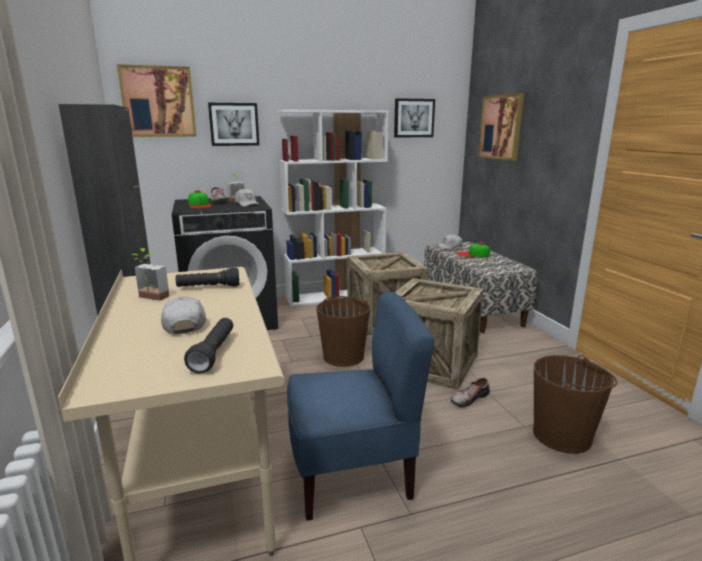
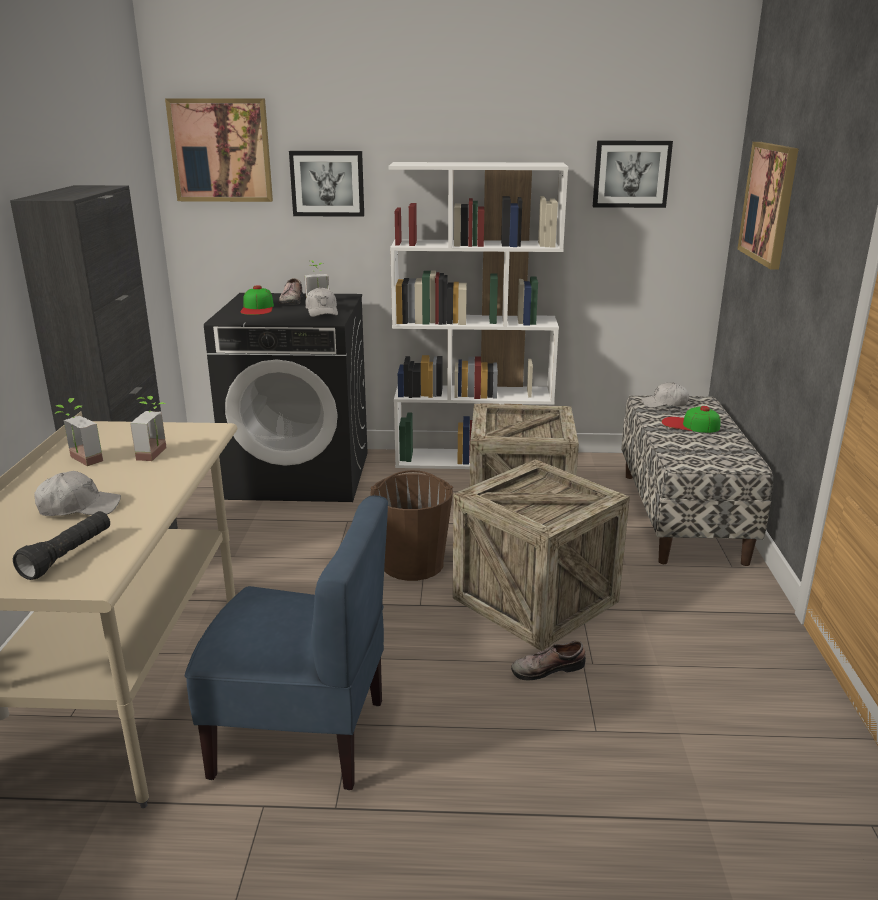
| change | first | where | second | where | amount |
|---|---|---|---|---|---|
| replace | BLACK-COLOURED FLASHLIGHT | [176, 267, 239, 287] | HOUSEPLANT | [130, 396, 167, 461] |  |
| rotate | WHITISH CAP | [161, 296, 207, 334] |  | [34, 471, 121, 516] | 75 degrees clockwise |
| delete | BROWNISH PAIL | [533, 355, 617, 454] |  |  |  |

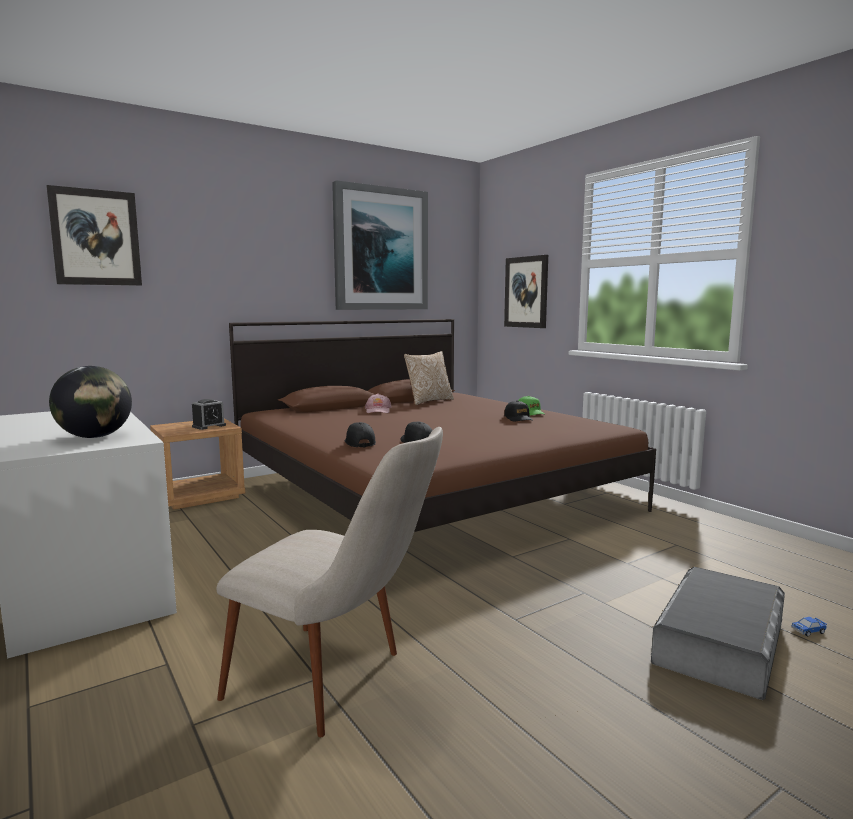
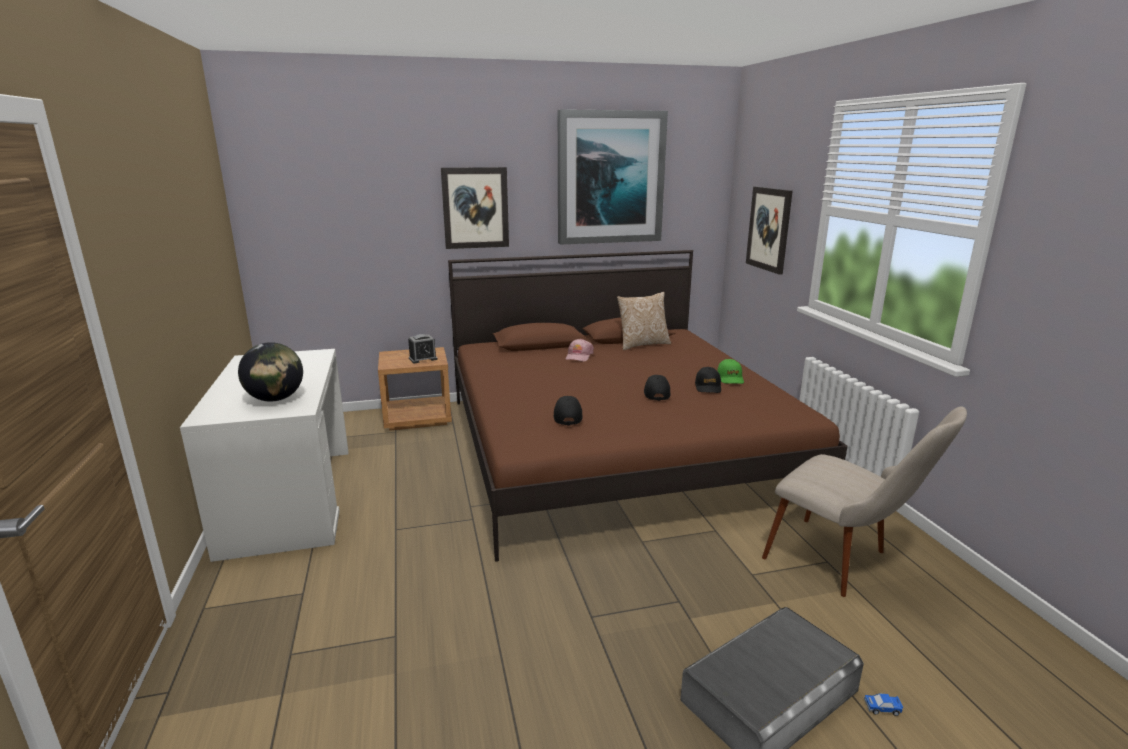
| change | first | where | second | where | amount |
|---|---|---|---|---|---|
| move | WALL PICTURE | [46, 185, 142, 286] |  | [441, 167, 509, 249] |  |
| move | BLACK-COLOURED CAP | [345, 422, 376, 447] |  | [644, 375, 670, 401] |  |
| move | BEIGE-COLOURED CHAIR | [216, 427, 443, 737] |  | [762, 407, 967, 597] |  |

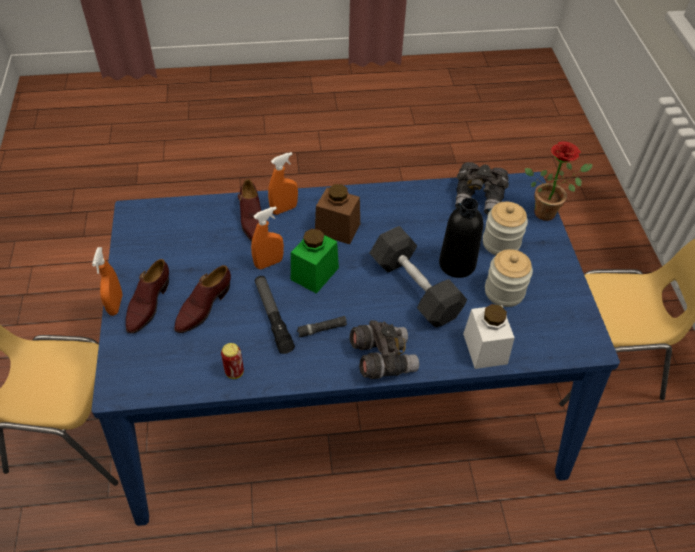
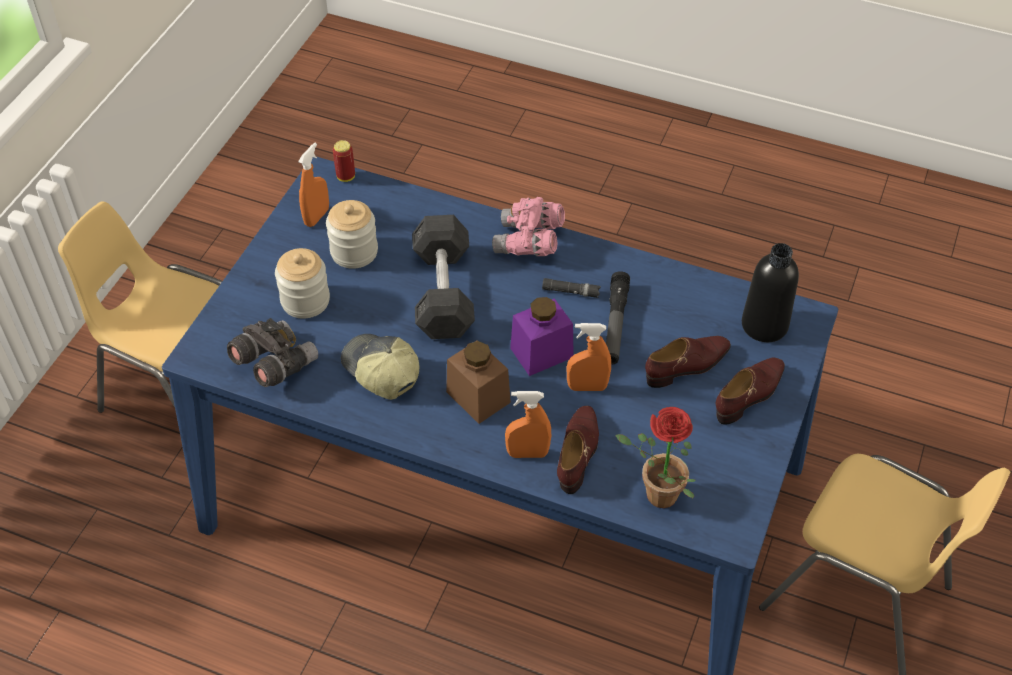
| change | first | where | second | where | amount |
|---|---|---|---|---|---|
| move | HOUSEPLANT | [525, 141, 593, 221] |  | [615, 407, 695, 508] |  |
| move | BLACK-COLOURED BEVERAGE BOTTLE | [439, 198, 483, 278] |  | [742, 243, 799, 342] |  |
| recolor | GREEN-COLOURED STORAGE JAR | [291, 229, 339, 294] | PURPLE STORAGE JAR | [510, 297, 574, 376] |  |
| move | ORANGE-COLOURED SPRAYER | [92, 247, 122, 316] |  | [298, 143, 329, 227] |  |
| delete | WHITISH STORAGE JAR | [463, 304, 515, 369] |  |  |  |
| recolor | GREYISH PAIR OF BINOCULARS | [350, 320, 419, 379] | PINK PAIR OF BINOCULARS | [492, 197, 565, 256] |  |
| move | SEALED CAN | [221, 343, 244, 379] |  | [333, 140, 355, 182] |  |
| insert |  |  | CAP | [341, 334, 419, 400] |  |

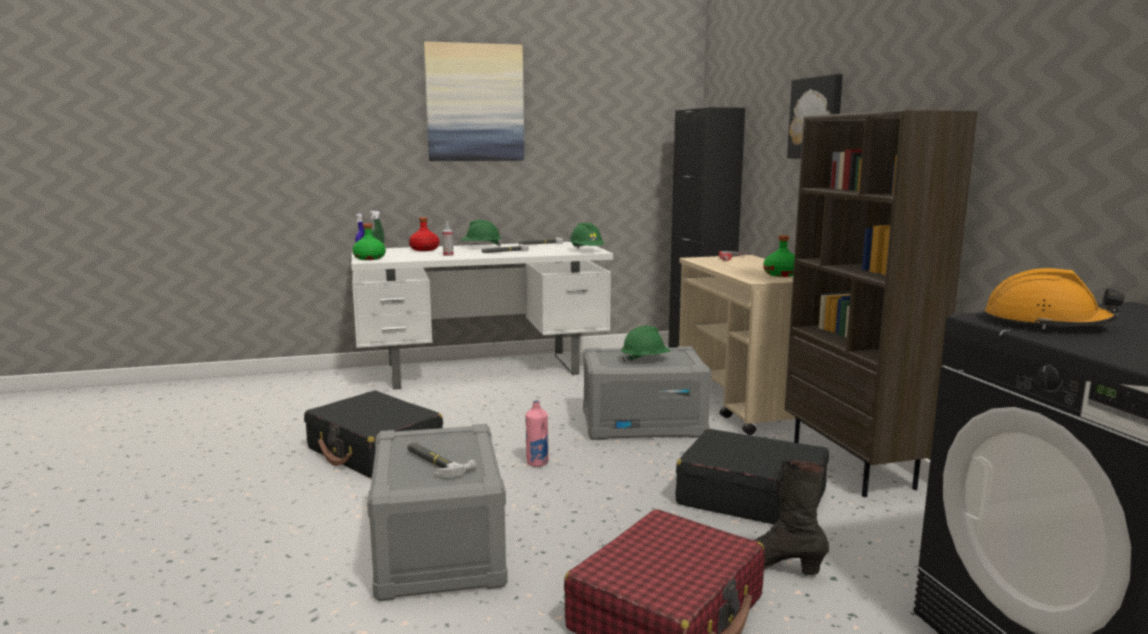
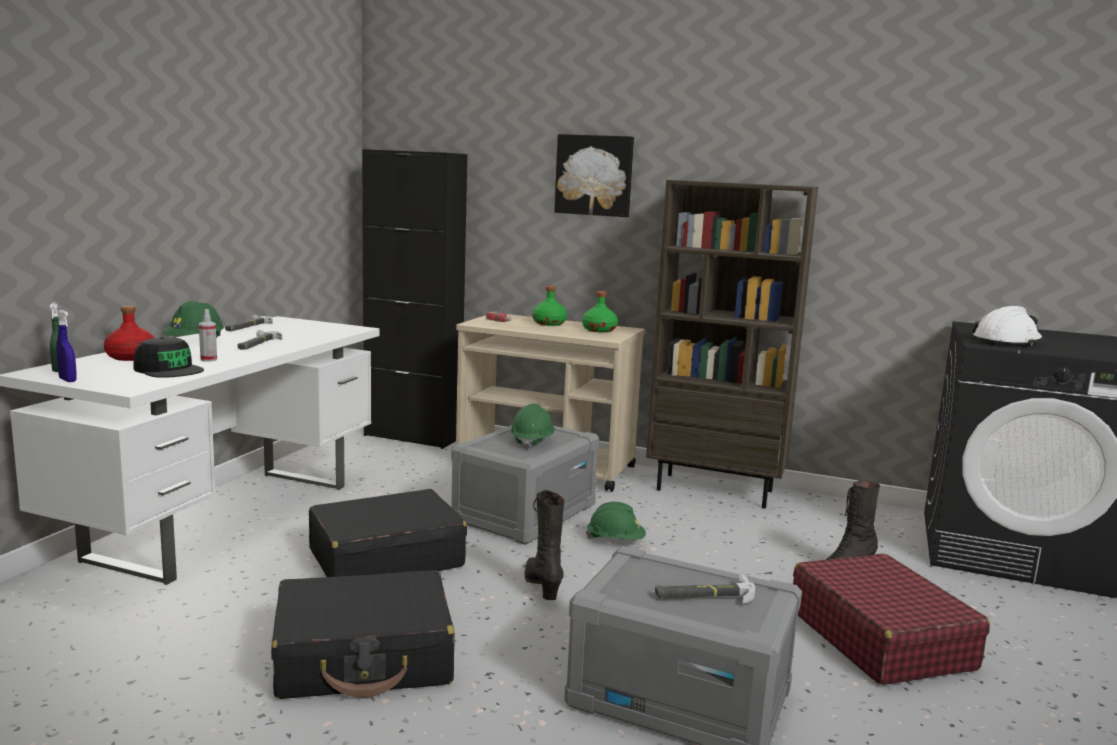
| change | first | where | second | where | amount |
|---|---|---|---|---|---|
| delete | WALL PICTURE | [424, 42, 524, 161] |  |  |  |
| move | GREEN-COLOURED WORK HELMET | [570, 222, 605, 248] |  | [586, 502, 646, 540] |  |
| move | GREEN-COLOURED BEVERAGE BOTTLE | [352, 223, 386, 260] |  | [532, 286, 567, 326] |  |
| recolor | ORANGE-COLOURED WORK HELMET | [985, 268, 1125, 329] | WHITISH WORK HELMET | [971, 306, 1044, 346] |  |
| replace | PINK BEVERAGE BOTTLE | [525, 400, 549, 467] | BLACK-COLOURED HIGH-TOP BOOT | [525, 490, 564, 600] |  |
| move | BLACK-COLOURED TRAVEL CASE | [675, 429, 829, 524] |  | [309, 489, 467, 577] |  |
| insert |  |  | BLACK-COLOURED CAP | [133, 337, 204, 378] |  |

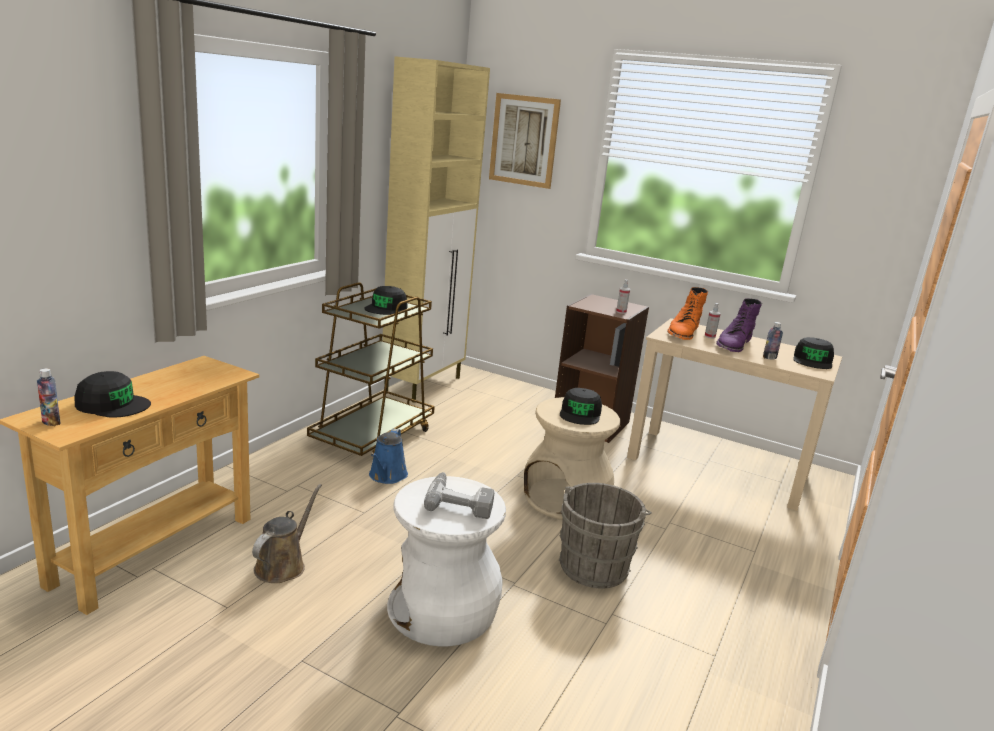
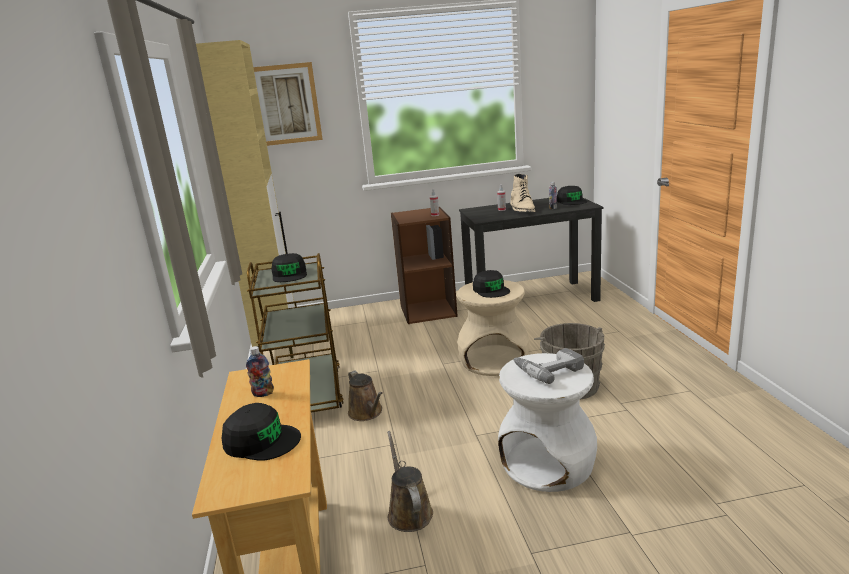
| change | first | where | second | where | amount |
|---|---|---|---|---|---|
| delete | ORANGE-COLOURED HIGH-TOP BOOT | [667, 287, 708, 340] |  |  |  |
| recolor | PURPLE HIGH-TOP BOOT | [716, 298, 762, 352] | BEIGE-COLOURED HIGH-TOP BOOT | [510, 174, 536, 212] |  |
| recolor | BEIGE-COLOURED DESK TABLE | [627, 318, 842, 511] | BLACK-COLOURED DESK TABLE | [459, 198, 603, 302] |  |
| move | BEVERAGE BOTTLE | [37, 368, 60, 426] |  | [246, 346, 274, 397] |  |
| rotate | BLACK-COLOURED CAP | [74, 371, 151, 418] |  | [222, 403, 301, 461] | 45 degrees clockwise |
| recolor | BLUE WATERING POT | [369, 429, 408, 484] | BROWNISH WATERING POT | [348, 370, 383, 421] |  |

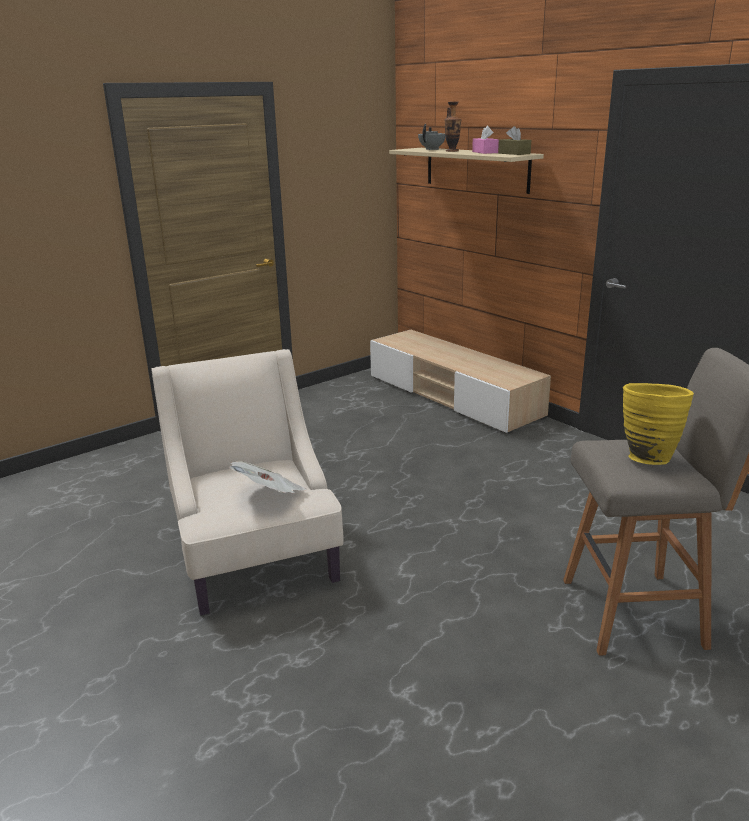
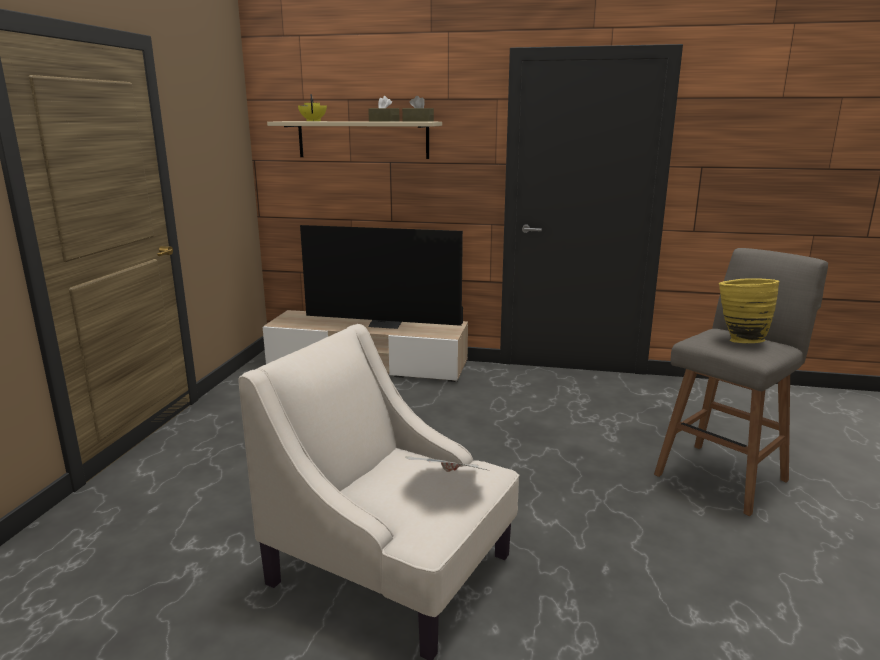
| change | first | where | second | where | amount |
|---|---|---|---|---|---|
| delete | VASE | [445, 101, 461, 152] |  |  |  |
| recolor | GREYISH TEA POT | [418, 124, 446, 150] | YELLOW TEA POT | [298, 94, 327, 121] |  |
| recolor | PINK TISSUE HOLDER | [472, 126, 499, 154] | BROWNISH TISSUE HOLDER | [368, 96, 399, 122] |  |
| insert |  |  | TELEVISION | [300, 225, 463, 329] |  |

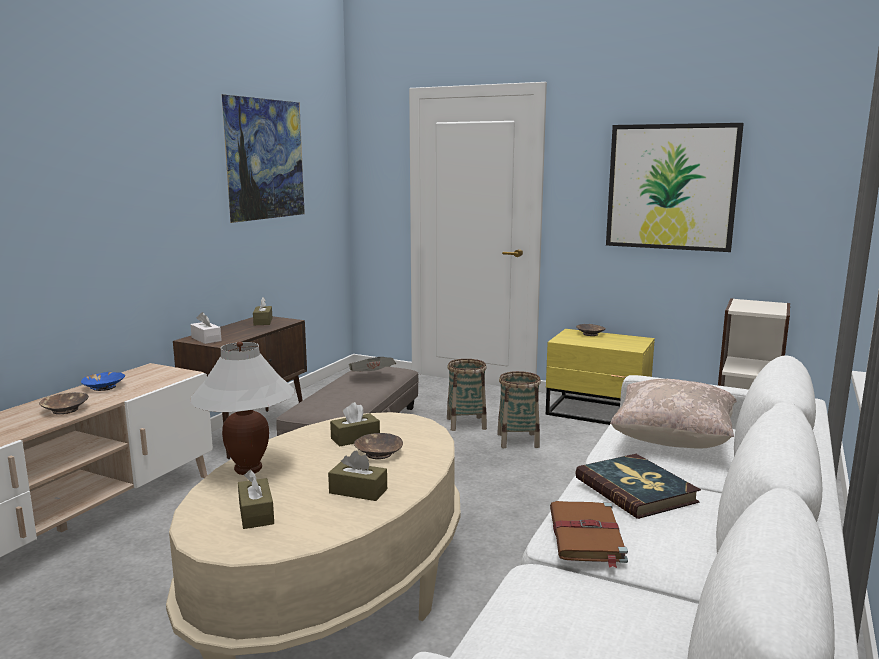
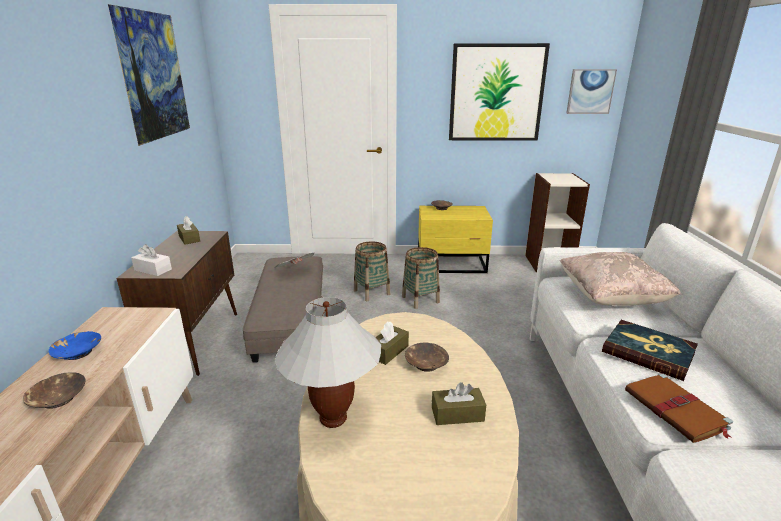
| change | first | where | second | where | amount |
|---|---|---|---|---|---|
| delete | BROWNISH TISSUE HOLDER | [238, 470, 274, 529] |  |  |  |
| insert |  |  | WALL PICTURE | [566, 69, 617, 114] |  |

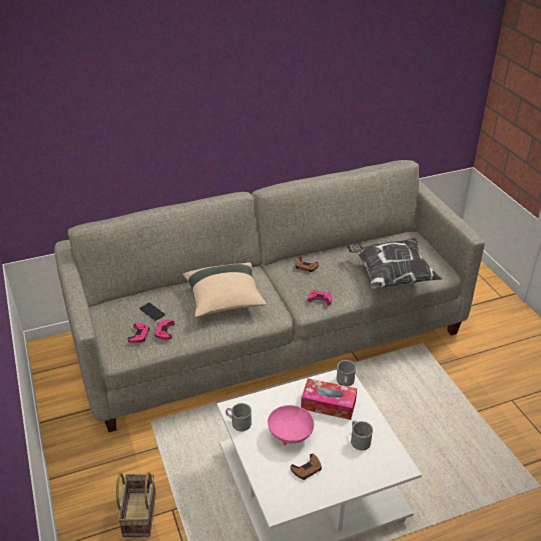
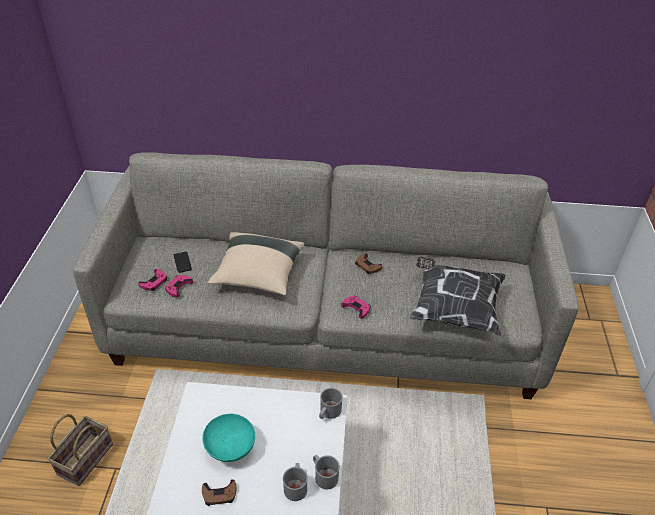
| change | first | where | second | where | amount |
|---|---|---|---|---|---|
| delete | TISSUE HOLDER | [301, 378, 357, 420] |  |  |  |
| move | GREYISH TEA MUG | [226, 403, 252, 431] |  | [313, 455, 340, 489] |  |
| recolor | PINK SERVING BOWL | [268, 405, 314, 446] | TURQUOISE SERVING BOWL | [202, 414, 255, 462] |  |

